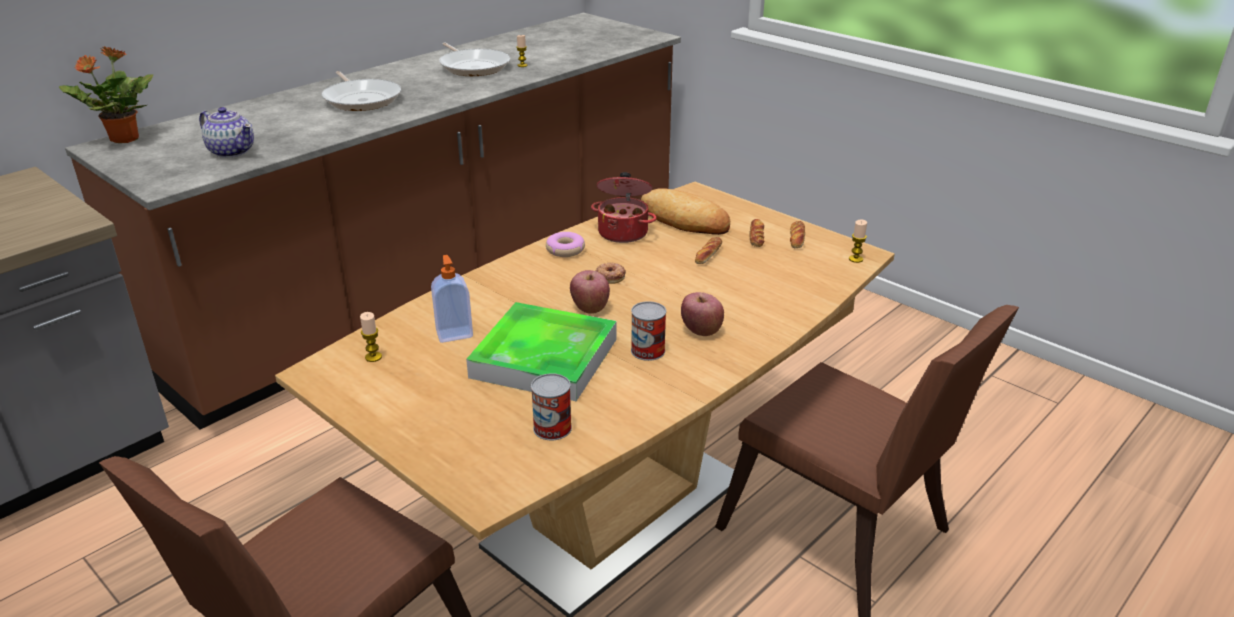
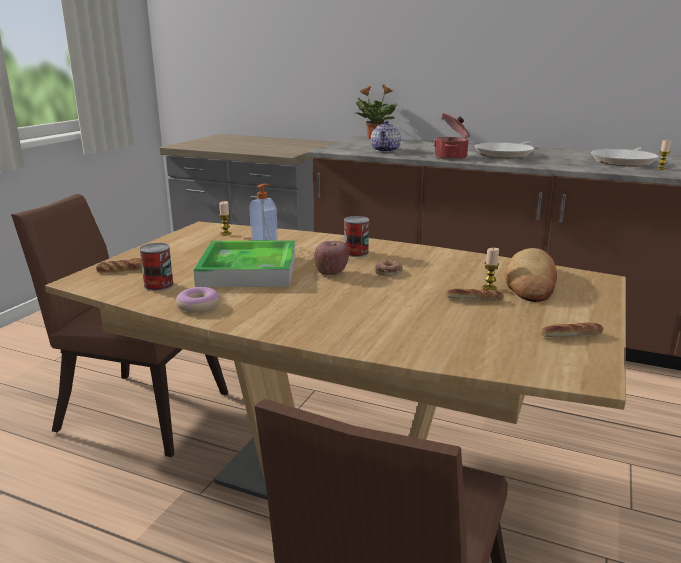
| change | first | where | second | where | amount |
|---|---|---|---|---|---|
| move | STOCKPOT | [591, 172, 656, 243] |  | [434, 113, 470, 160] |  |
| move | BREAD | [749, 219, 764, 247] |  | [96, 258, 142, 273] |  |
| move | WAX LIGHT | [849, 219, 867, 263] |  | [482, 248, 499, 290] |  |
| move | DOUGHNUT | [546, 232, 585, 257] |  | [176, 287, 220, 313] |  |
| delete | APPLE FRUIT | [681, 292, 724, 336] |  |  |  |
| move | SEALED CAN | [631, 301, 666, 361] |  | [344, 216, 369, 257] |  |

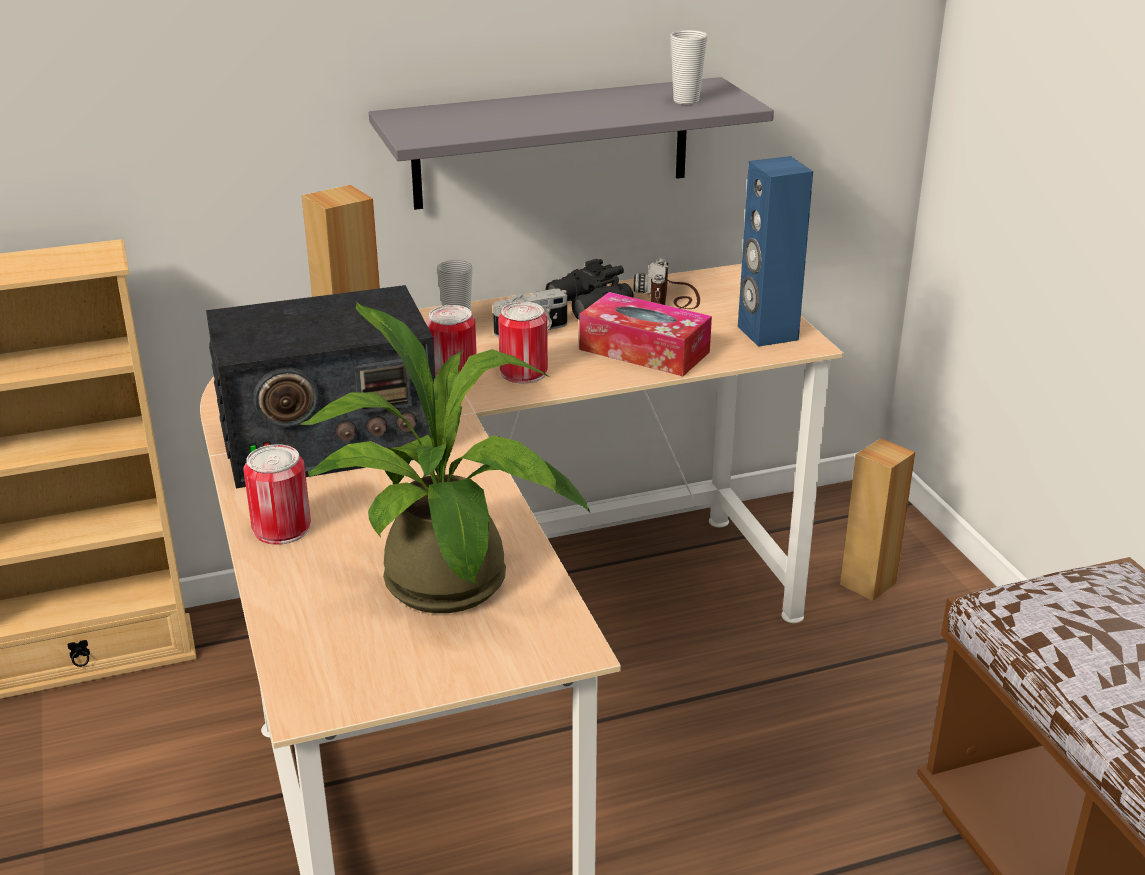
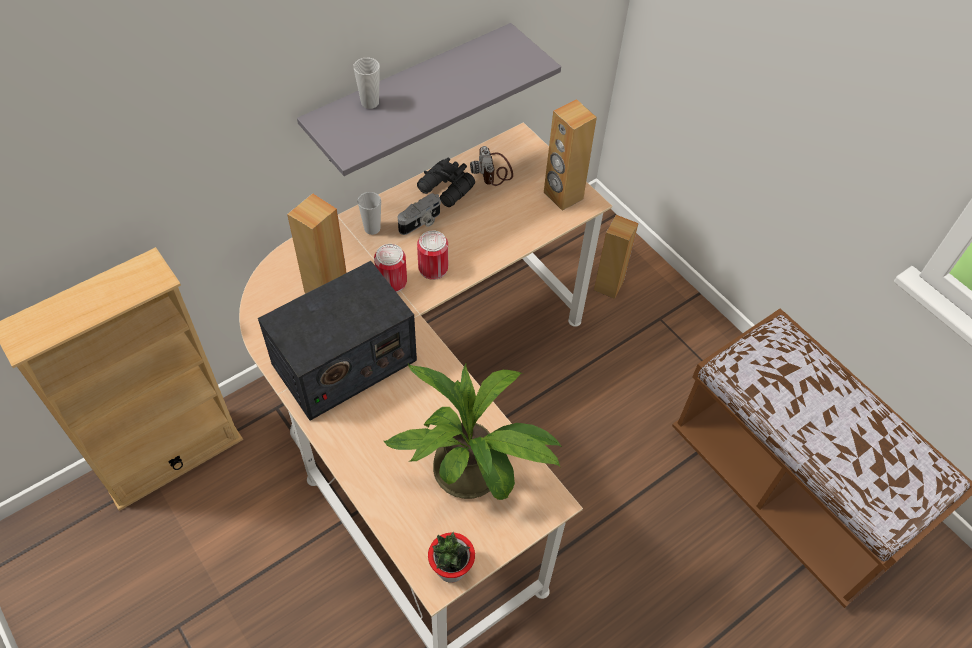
| change | first | where | second | where | amount |
|---|---|---|---|---|---|
| move | CUP | [671, 30, 708, 105] |  | [354, 58, 380, 109] |  |
| recolor | BLUE SPEAKER | [738, 156, 813, 347] | BROWNISH SPEAKER | [544, 99, 597, 211] |  |
| delete | TISSUE HOLDER | [579, 292, 712, 376] |  |  |  |
| delete | SEALED CAN | [244, 444, 311, 545] |  |  |  |
| insert |  |  | HOUSEPLANT | [428, 532, 475, 583] |  |

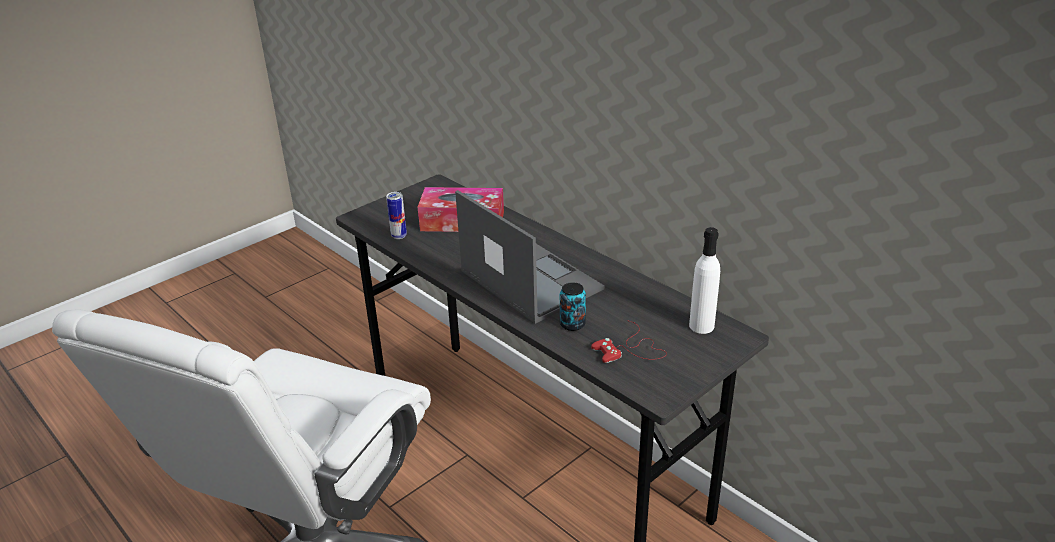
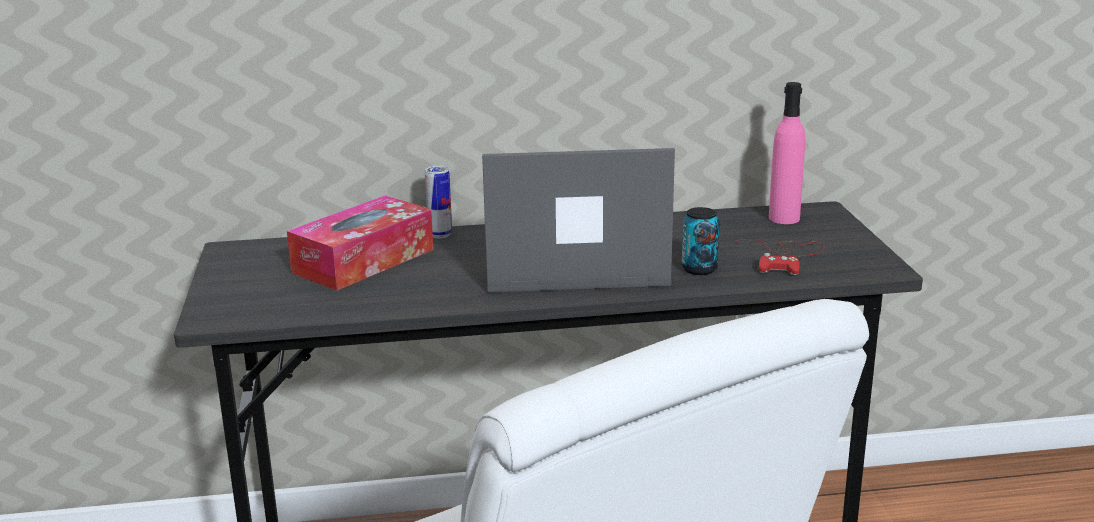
| change | first | where | second | where | amount |
|---|---|---|---|---|---|
| move | SEALED CAN | [386, 192, 407, 239] |  | [425, 166, 452, 239] |  |
| recolor | WHITISH BEVERAGE BOTTLE | [689, 227, 720, 334] | PINK BEVERAGE BOTTLE | [769, 82, 805, 224] |  |

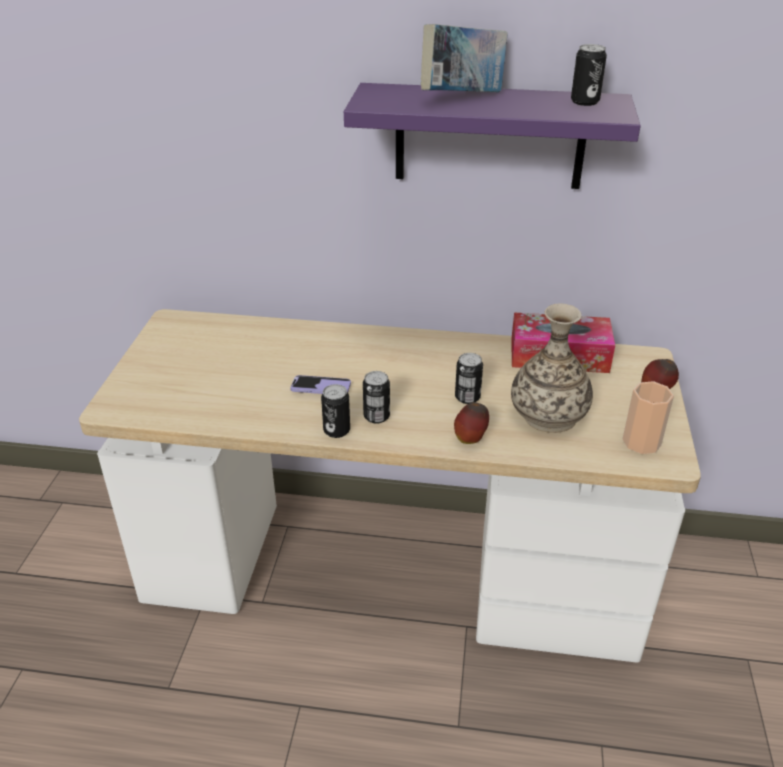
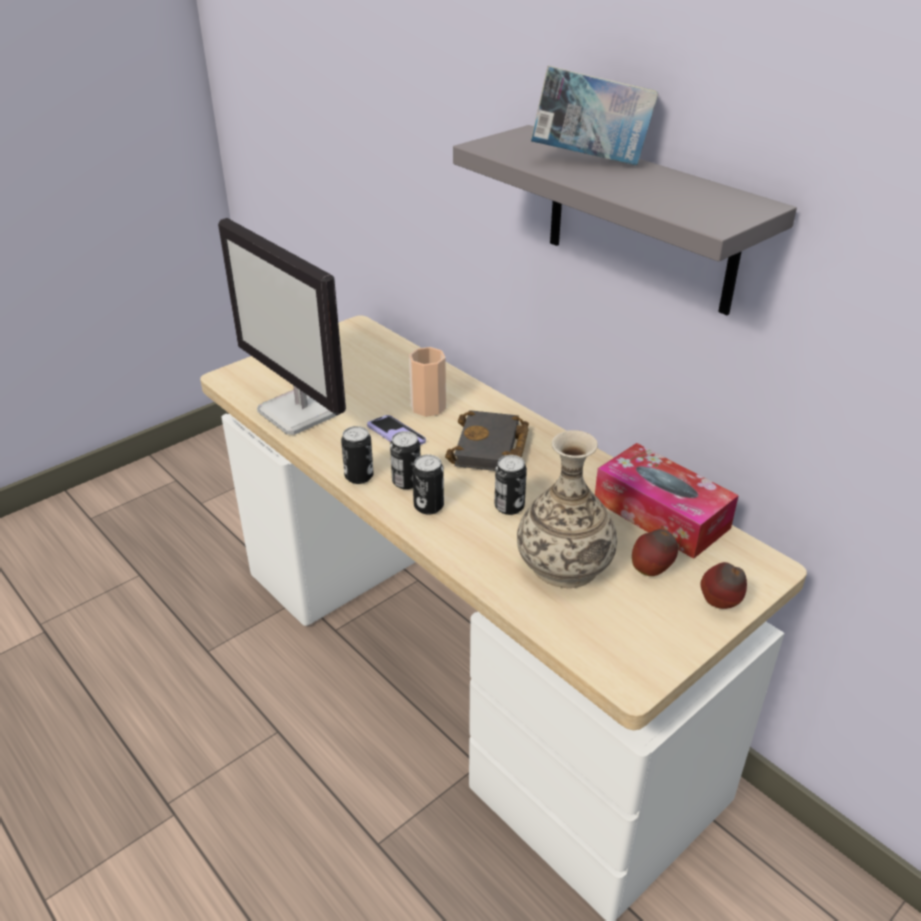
| change | first | where | second | where | amount |
|---|---|---|---|---|---|
| move | SEALED CAN | [571, 44, 607, 106] |  | [412, 455, 444, 515] |  |
| recolor | PURPLE WALL SHELF | [344, 83, 641, 189] | GREYISH WALL SHELF | [453, 125, 797, 315] |  |
| move | CUP | [622, 381, 674, 454] |  | [409, 347, 446, 417] |  |
| move | APPLE FRUIT | [454, 402, 489, 444] |  | [632, 529, 678, 576] |  |
| insert |  |  | COMPUTER SCREEN | [218, 218, 346, 435] |  |
| insert |  |  | BLACK-COLOURED BOOK | [445, 410, 529, 471] |  |

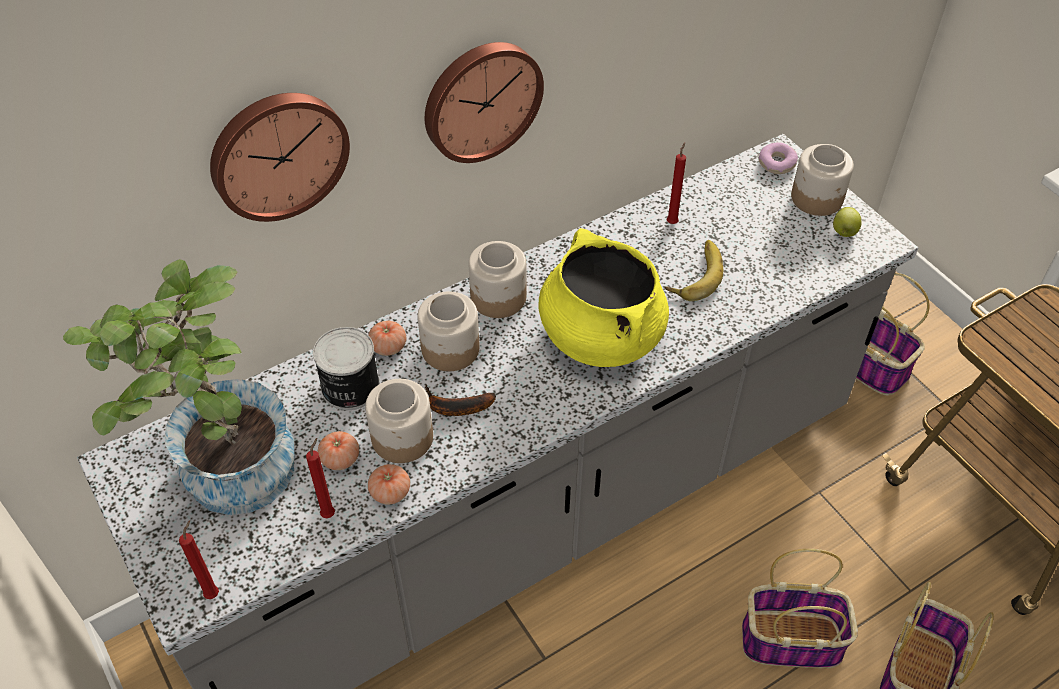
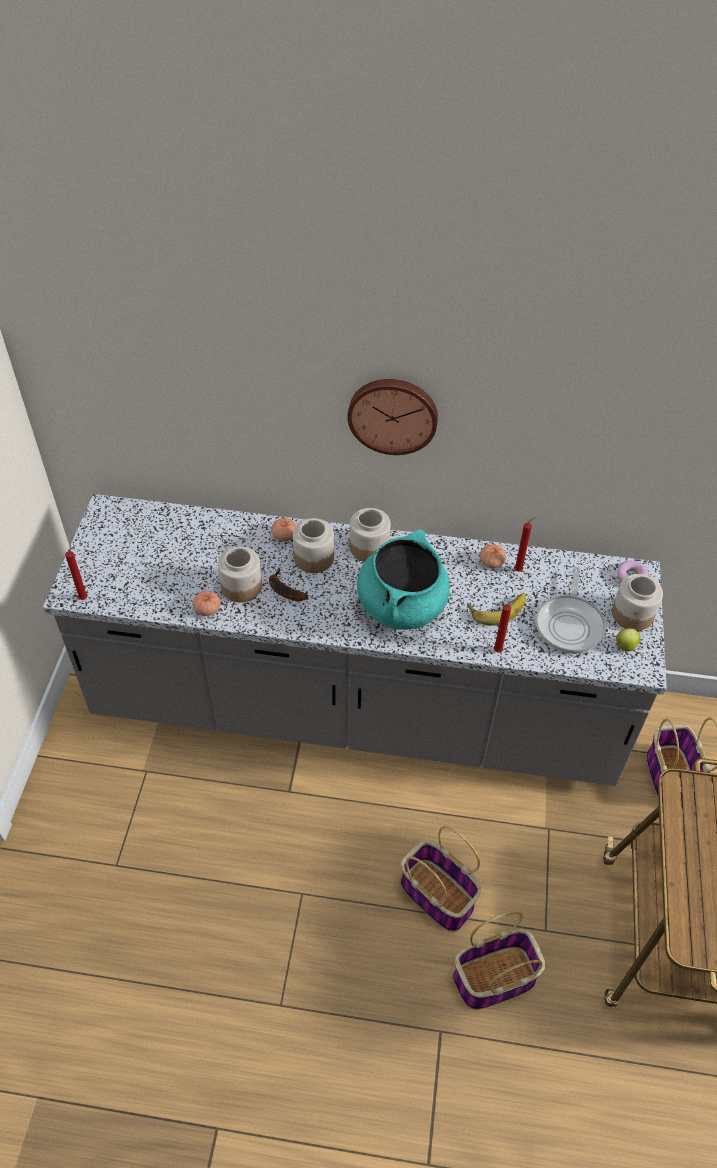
| change | first | where | second | where | amount |
|---|---|---|---|---|---|
| delete | HANGING CLOCK | [210, 93, 350, 222] |  |  |  |
| recolor | YELLOW STOCKPOT | [539, 228, 669, 367] | TURQUOISE STOCKPOT | [357, 529, 450, 630] |  |
| delete | HOUSEPLANT | [63, 259, 295, 515] |  |  |  |
| delete | SEALED CAN | [313, 327, 380, 410] |  |  |  |
| move | TOMATO | [318, 431, 359, 470] |  | [480, 544, 506, 568] |  |
| move | RED-COLOURED WAX LIGHT | [306, 438, 335, 518] |  | [494, 599, 516, 653] |  |
| insert |  |  | FRYING PAN | [536, 567, 606, 654] |  |

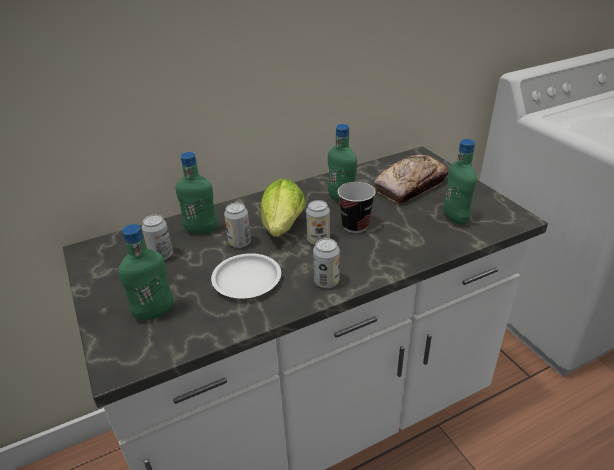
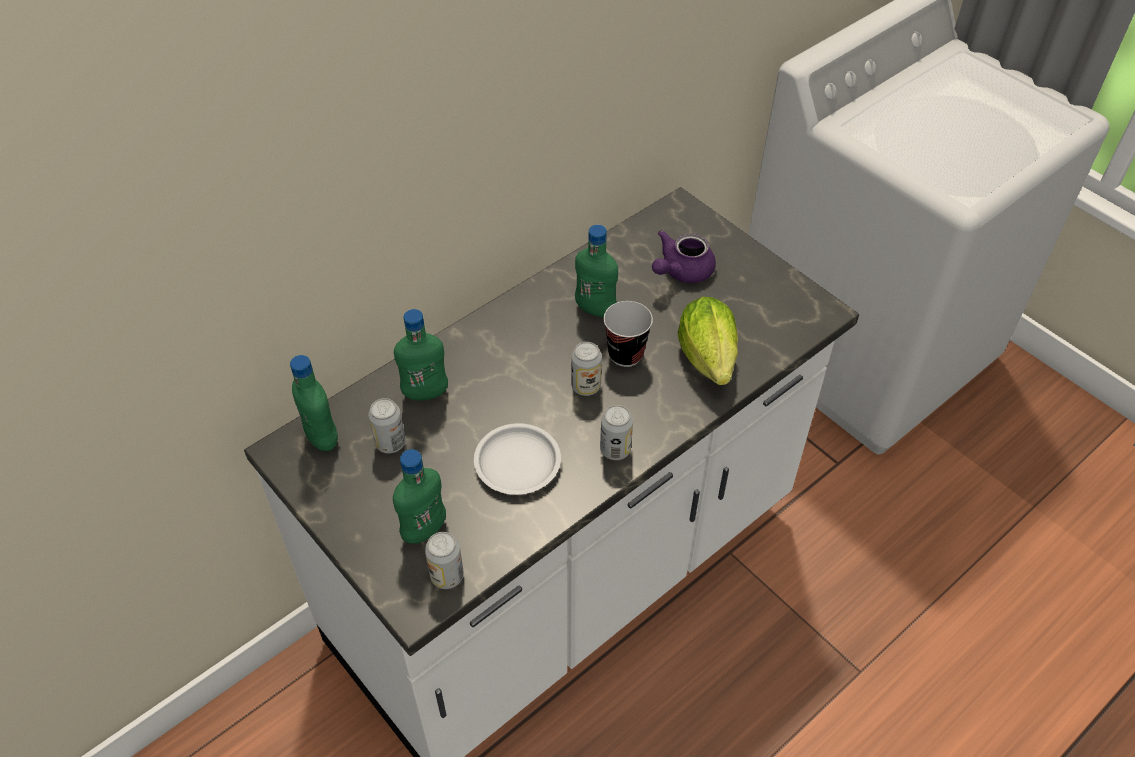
| change | first | where | second | where | amount |
|---|---|---|---|---|---|
| move | GREEN-COLOURED BEVERAGE BOTTLE | [443, 139, 477, 225] |  | [290, 355, 338, 451] |  |
| replace | BREAD | [374, 155, 449, 203] | PURPLE TEA POT | [652, 230, 716, 283] |  |
| move | LETTUCE | [261, 178, 306, 237] |  | [677, 297, 738, 385] |  |
| move | SEALED CAN | [224, 202, 251, 248] |  | [425, 532, 464, 589] |  |

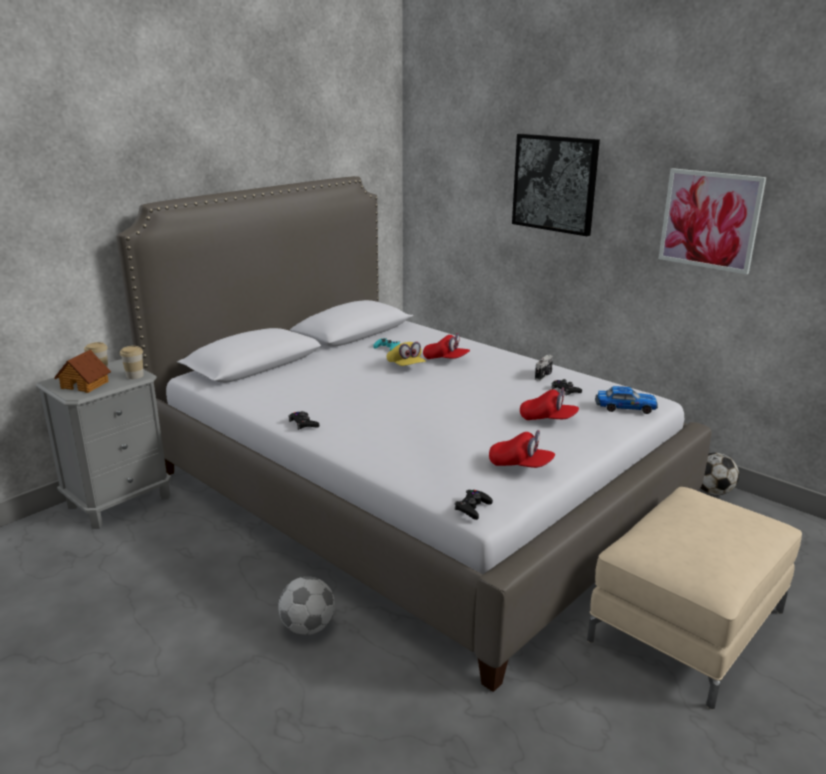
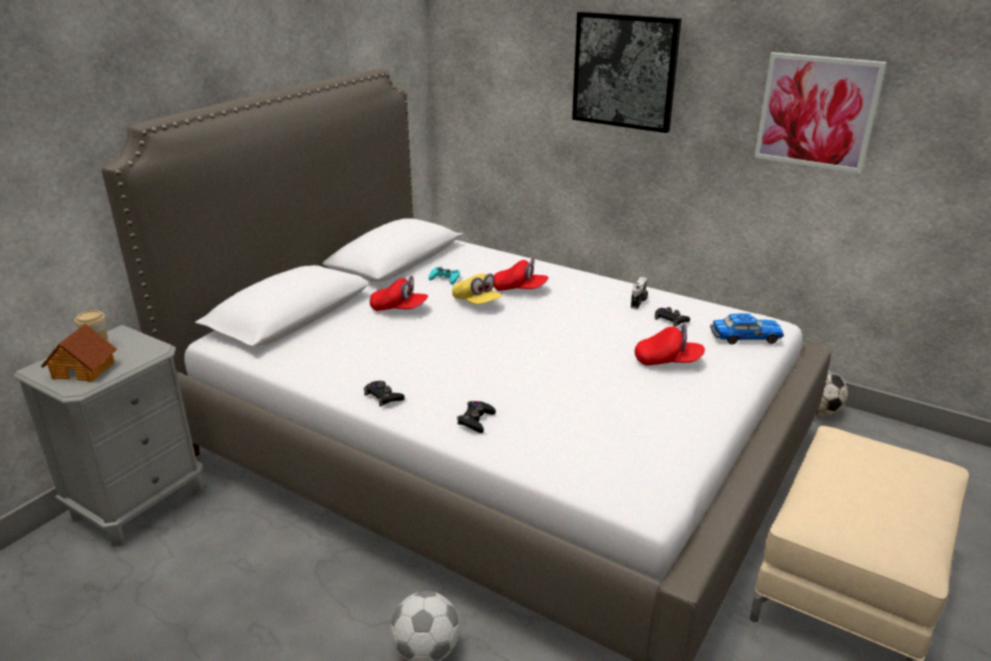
| change | first | where | second | where | amount |
|---|---|---|---|---|---|
| delete | CUP | [120, 346, 144, 379] |  |  |  |
| move | RED-COLOURED CAP | [489, 430, 555, 468] |  | [370, 276, 428, 311] |  |
| move | BLACK-COLOURED GAME CONTROLLER | [455, 490, 493, 520] |  | [457, 401, 496, 433] |  |

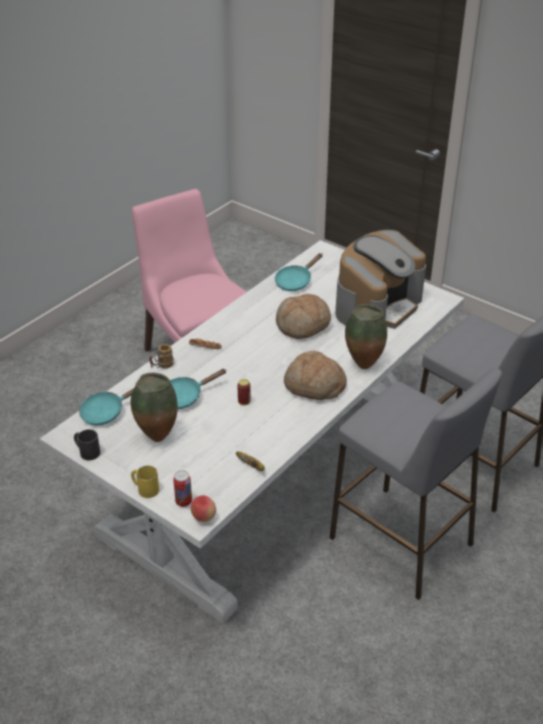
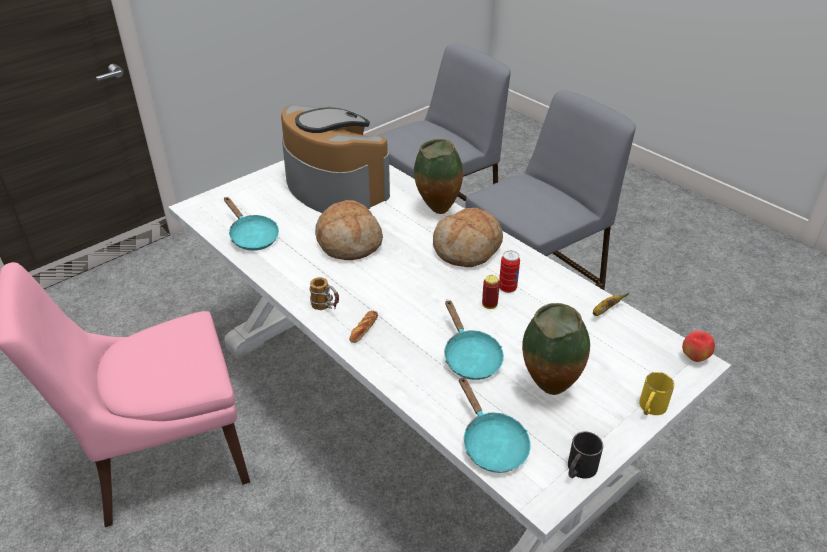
| change | first | where | second | where | amount |
|---|---|---|---|---|---|
| move | TEA MUG | [149, 344, 174, 369] |  | [310, 277, 339, 310] |  |
| move | SEALED CAN | [173, 470, 192, 507] |  | [499, 250, 520, 293] |  |

